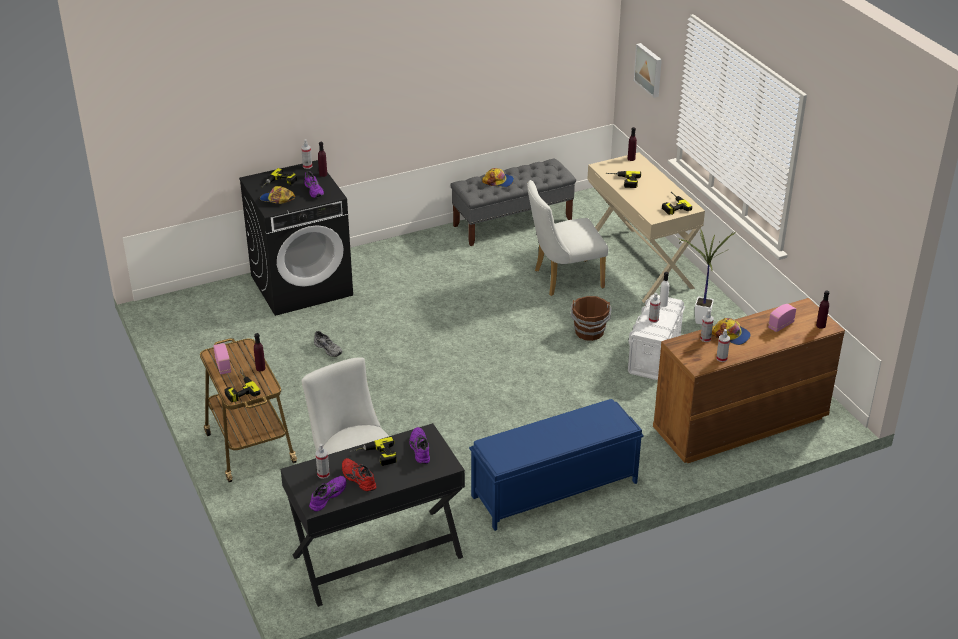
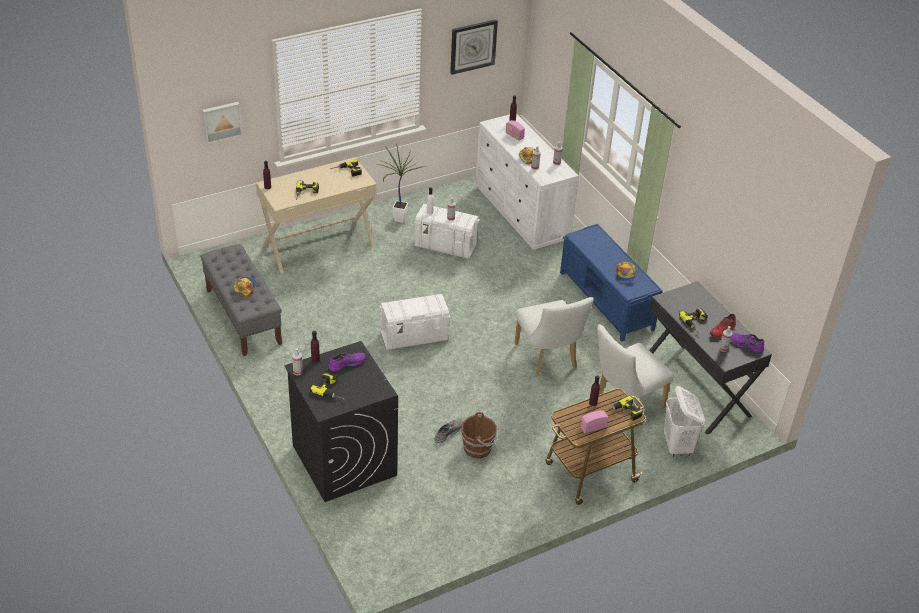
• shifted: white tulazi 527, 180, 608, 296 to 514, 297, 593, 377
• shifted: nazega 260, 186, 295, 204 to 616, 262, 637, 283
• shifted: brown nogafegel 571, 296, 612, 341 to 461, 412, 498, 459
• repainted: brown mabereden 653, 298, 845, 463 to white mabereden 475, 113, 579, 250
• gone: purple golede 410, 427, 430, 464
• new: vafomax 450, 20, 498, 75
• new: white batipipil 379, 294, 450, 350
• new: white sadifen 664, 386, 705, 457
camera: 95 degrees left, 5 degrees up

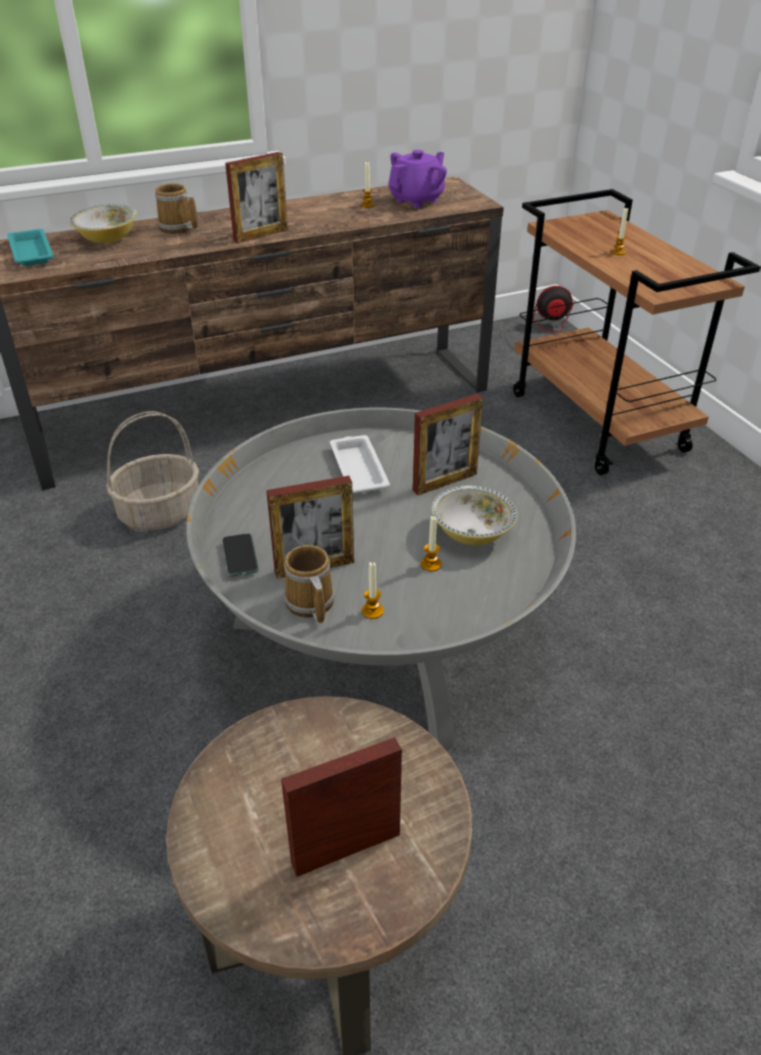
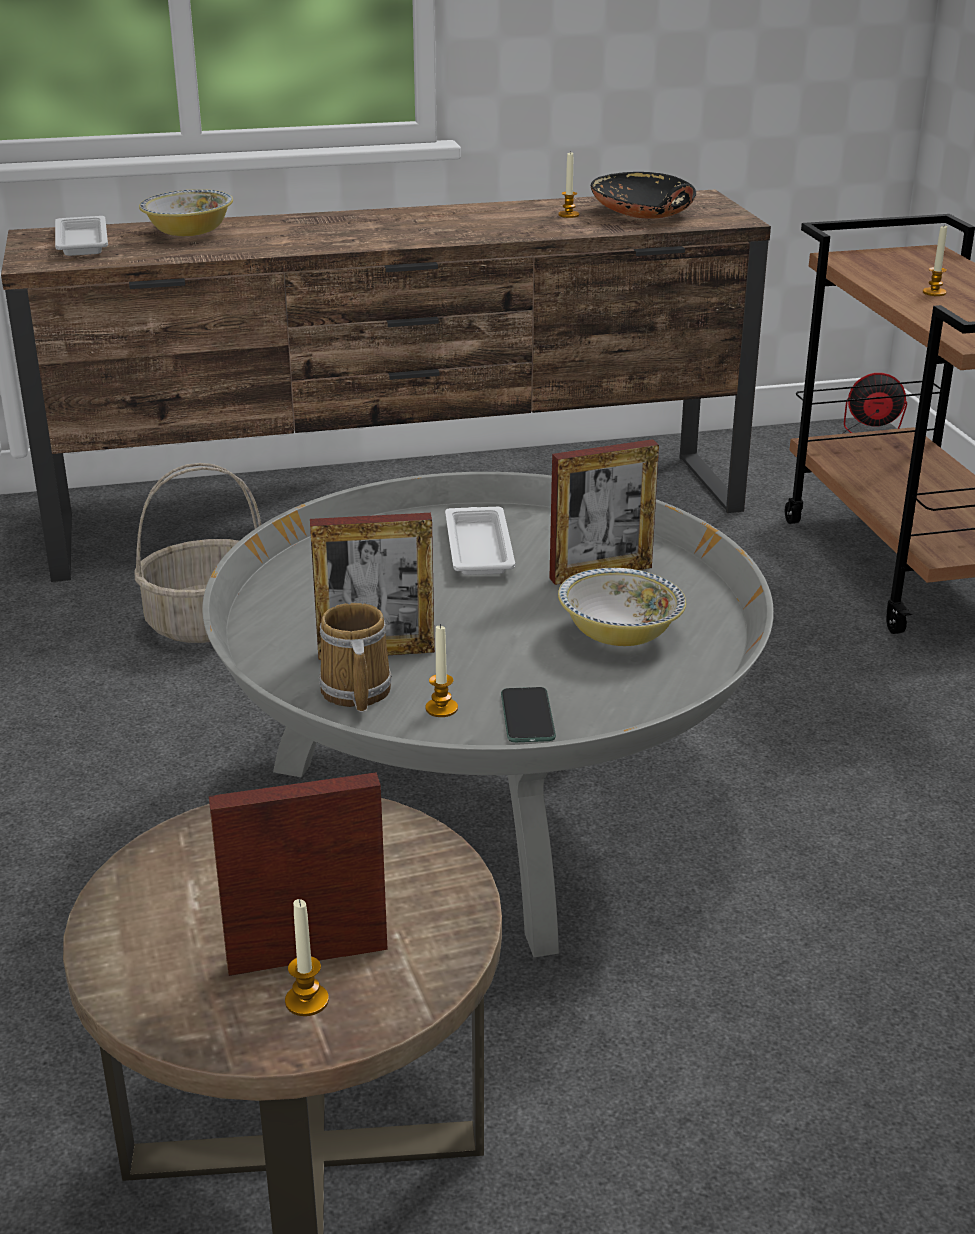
• swapped: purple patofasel 388, 150, 447, 208 to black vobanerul 591, 172, 696, 218
• gone: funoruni 225, 152, 288, 243
• gone: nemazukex 155, 183, 198, 234
• repainted: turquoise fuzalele 7, 229, 54, 266 to white fuzalele 55, 216, 108, 256
• shifted: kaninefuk 421, 516, 442, 571 to 285, 899, 329, 1016
• shifted: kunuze 222, 533, 259, 576 to 501, 687, 556, 742
camera: 10 degrees right, 10 degrees down

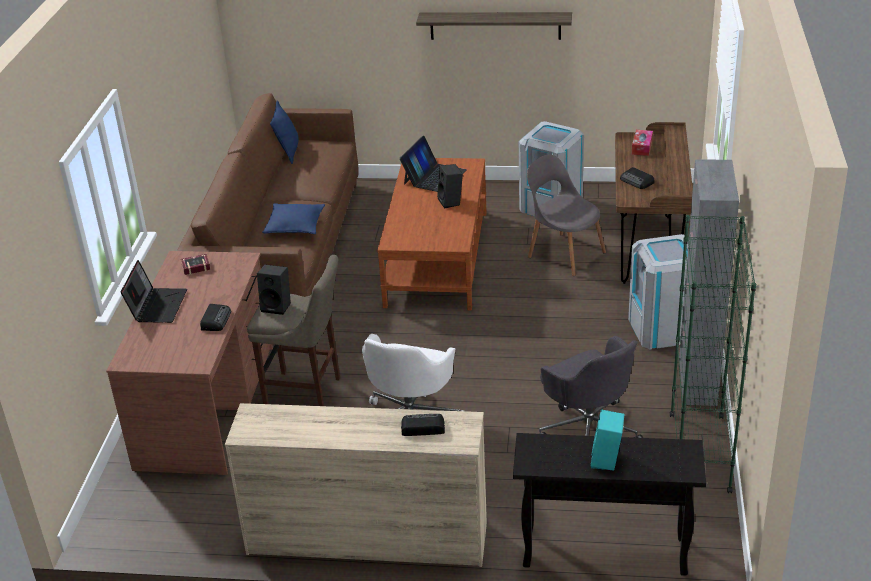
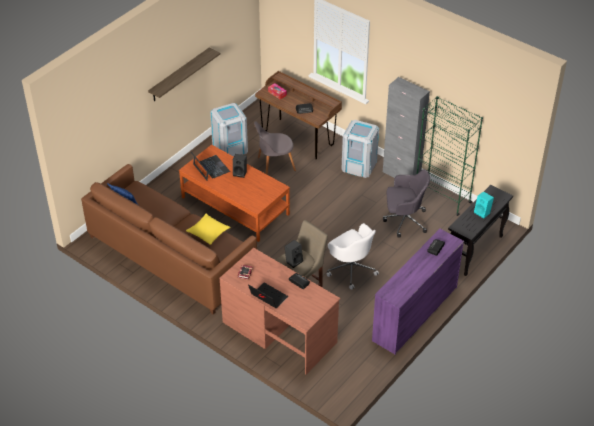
• repainted: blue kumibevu 262, 203, 325, 234 to yellow kumibevu 186, 214, 231, 245
• repainted: beige mabereden 225, 403, 487, 567 to purple mabereden 372, 229, 464, 355
camera: 60 degrees left, 10 degrees up

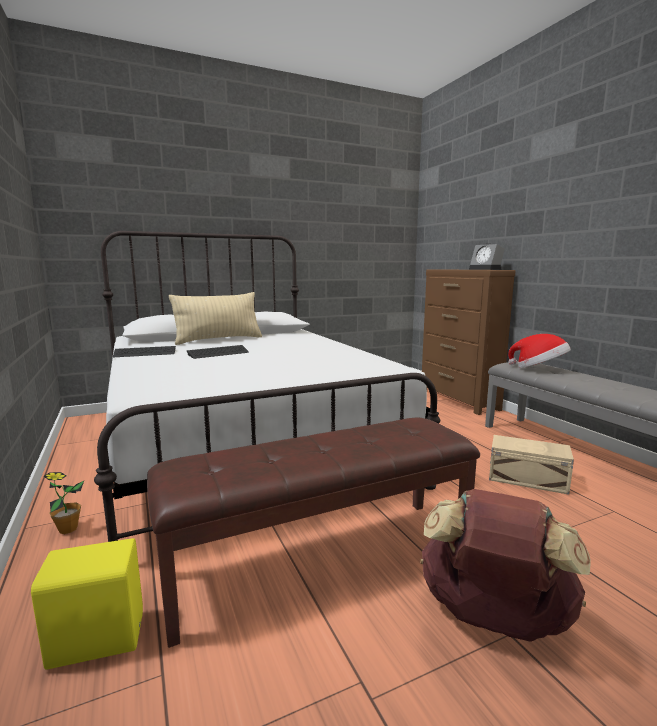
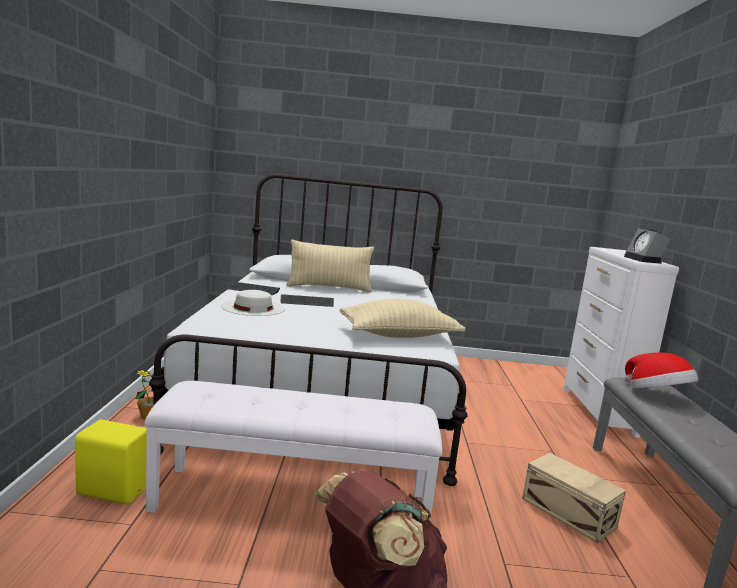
• repainted: brown mabereden 422, 270, 516, 415 to white mabereden 563, 247, 679, 438
• repainted: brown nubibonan 147, 417, 480, 648 to white nubibonan 144, 381, 442, 520
• new: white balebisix 222, 290, 285, 316
• new: beige kumibevu 339, 299, 465, 338
camera: 25 degrees right, 0 degrees up

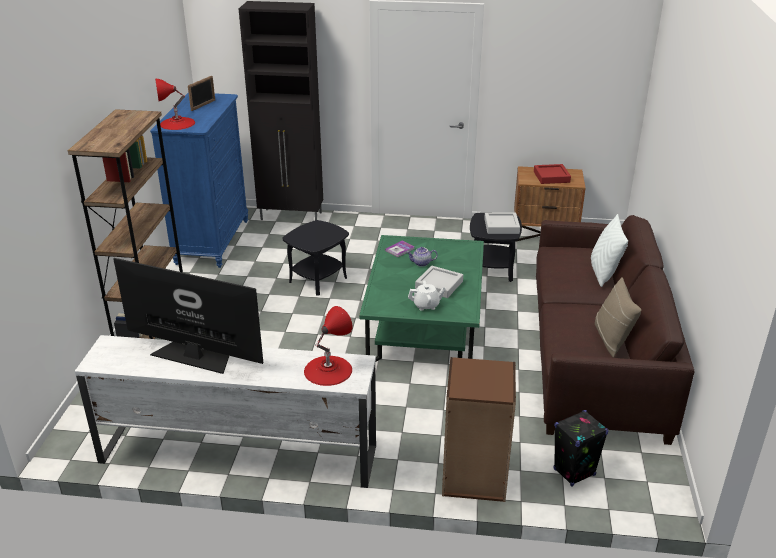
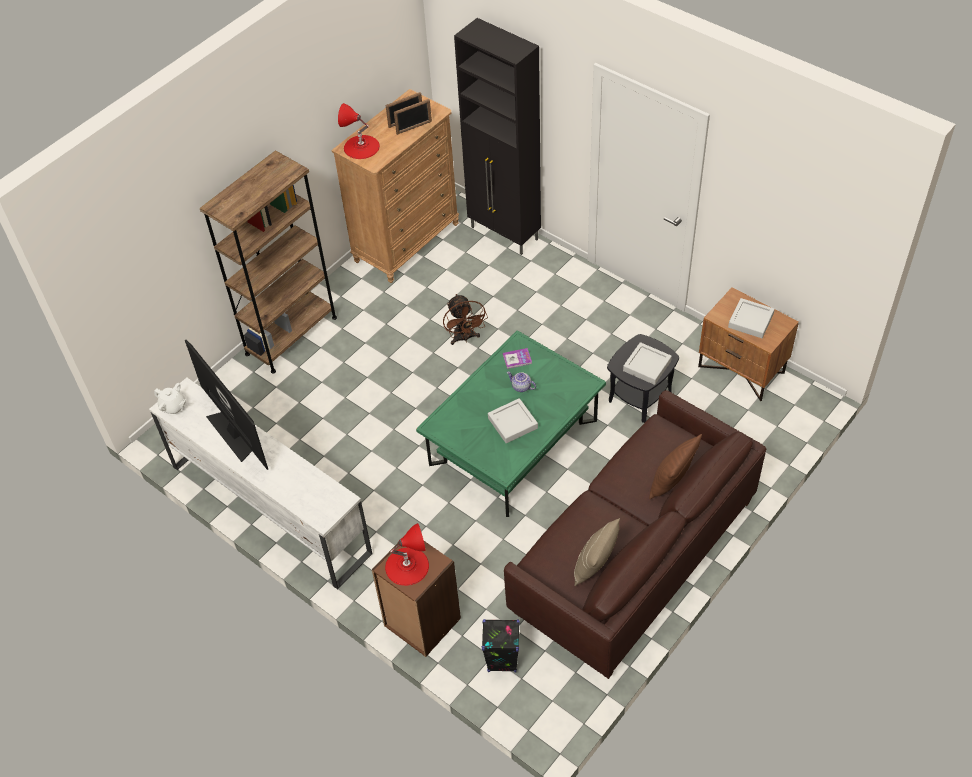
• repainted: blue mabereden 150, 93, 248, 268 to brown mabereden 331, 89, 459, 283
• repainted: red fuzalele 534, 164, 571, 184 to grey fuzalele 728, 298, 775, 338
• repainted: white kumibevu 591, 214, 628, 287 to brown kumibevu 649, 434, 702, 499
• swapped: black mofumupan 283, 220, 349, 296 to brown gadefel 443, 294, 488, 345
• shifted: white patofasel 408, 280, 446, 311 to 154, 383, 186, 415
• shifted: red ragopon 304, 306, 353, 386 to 385, 523, 429, 586
• new: funoruni 394, 99, 432, 135
camera: 35 degrees right, 20 degrees up

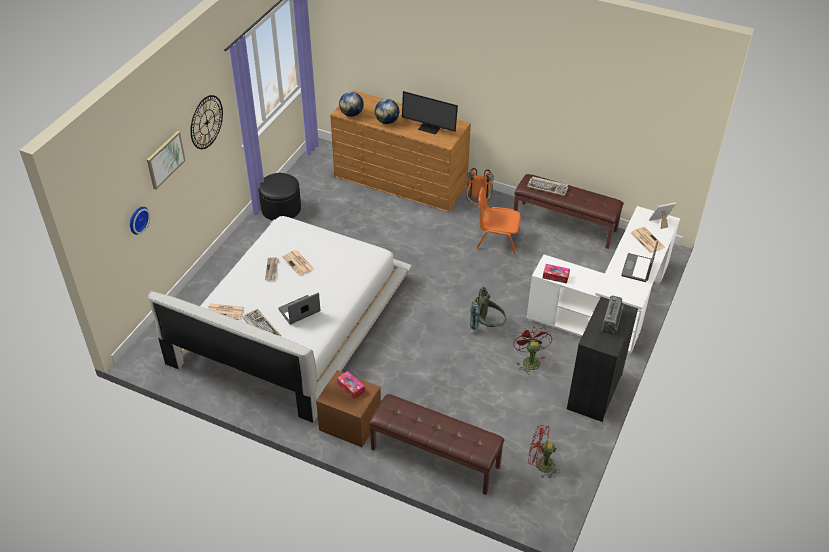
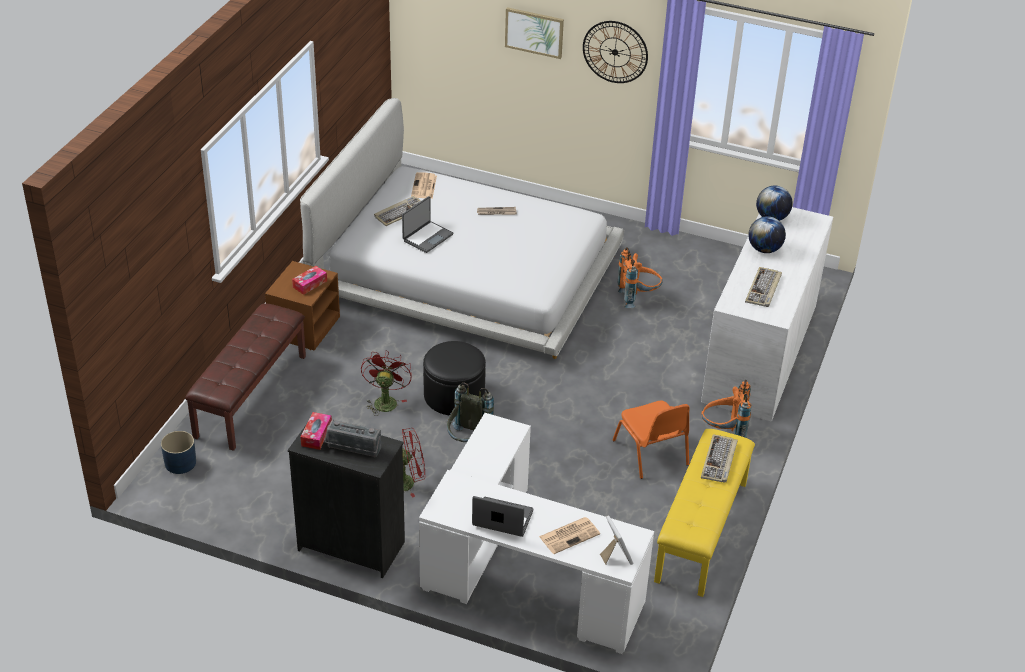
• repainted: brown mabereden 330, 90, 471, 212 to white mabereden 701, 207, 833, 422
• swapped: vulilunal 402, 91, 458, 135 to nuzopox 745, 267, 782, 307
• shifted: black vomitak 258, 173, 301, 220 to 423, 341, 486, 416
• repainted: brown nubibonan 513, 174, 624, 249 to yellow nubibonan 654, 429, 755, 597
• rotated: orange tulazi 476, 187, 521, 255 = 612, 401, 690, 479 150 degrees clockwise
• gone: vafomax 130, 207, 150, 235
• gone: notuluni 282, 250, 314, 276
• shifted: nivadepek 543, 264, 570, 284 to 300, 412, 332, 450
• rotated: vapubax 278, 293, 320, 325 = 402, 196, 453, 253 75 degrees clockwise
• shifted: red gadefel 528, 425, 558, 478 to 361, 350, 412, 416
• new: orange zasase 618, 248, 663, 308
• new: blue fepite 161, 431, 196, 474
camera: 85 degrees right, 5 degrees down

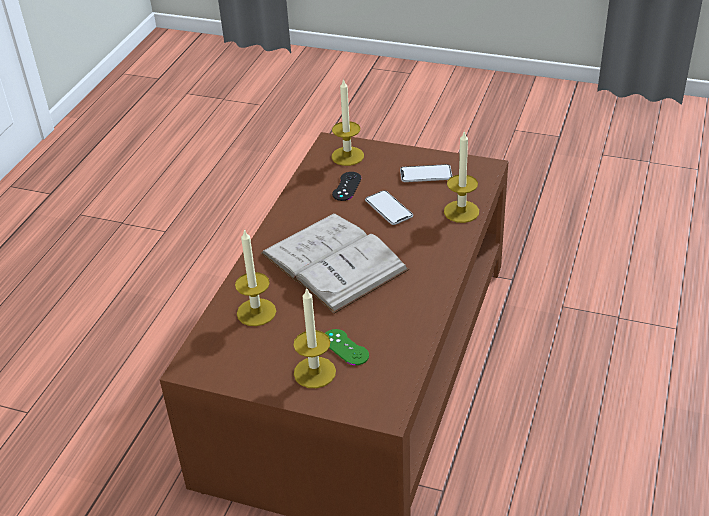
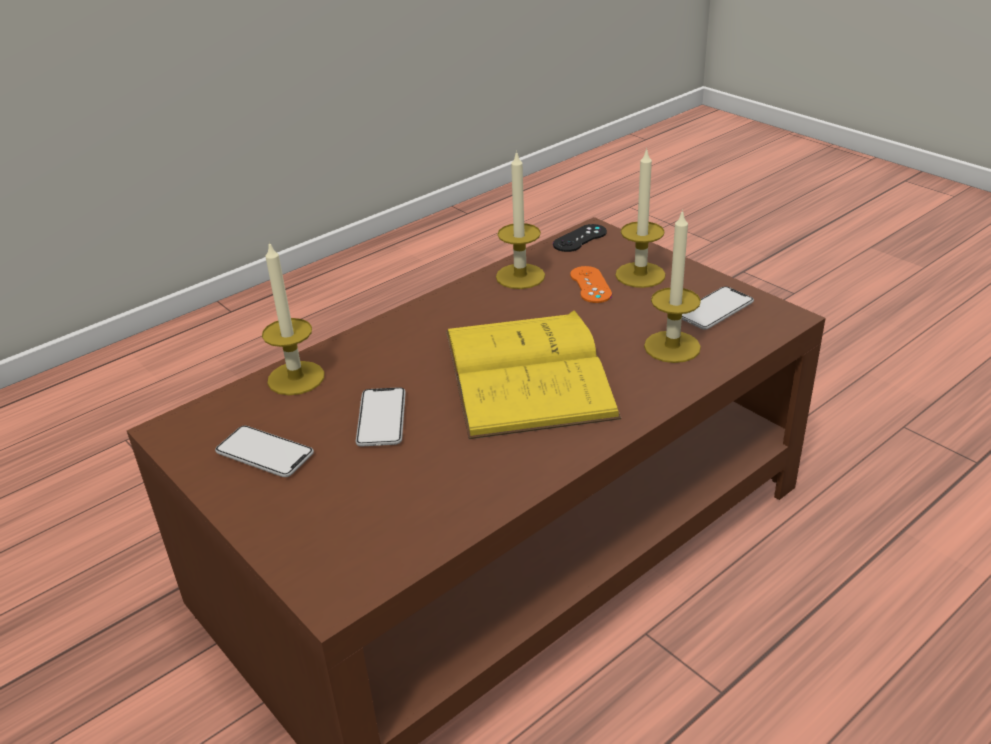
• shifted: kaninefuk 331, 78, 364, 166 to 496, 150, 545, 289
• shifted: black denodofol 332, 172, 361, 201 to 553, 224, 607, 252
• repainted: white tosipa 261, 213, 409, 314 to yellow tosipa 446, 310, 621, 439
• repainted: green denodofol 325, 329, 369, 365 to orange denodofol 570, 266, 612, 303
• new: kunuze 682, 286, 754, 330
camera: 150 degrees left, 5 degrees down

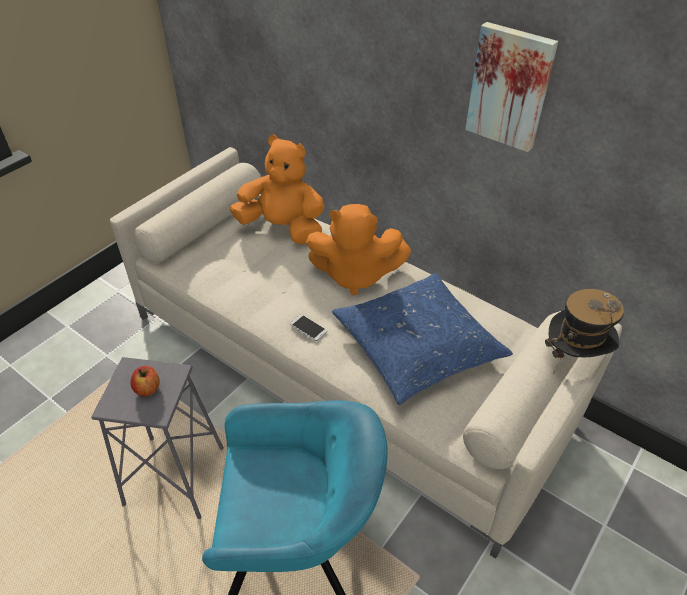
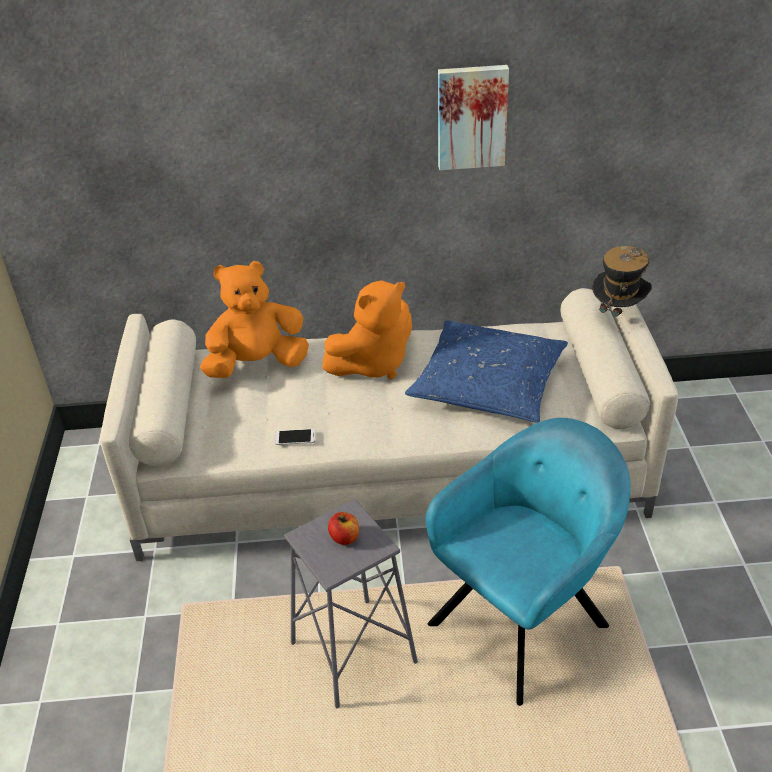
• shifted: kunuze 290, 314, 328, 341 to 275, 429, 315, 445
camera: 40 degrees left, 5 degrees down

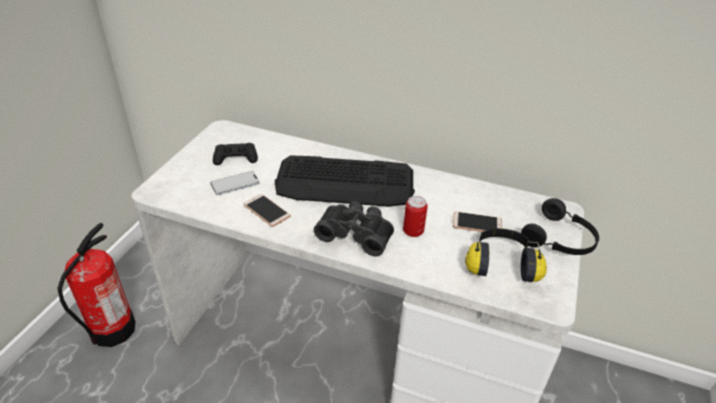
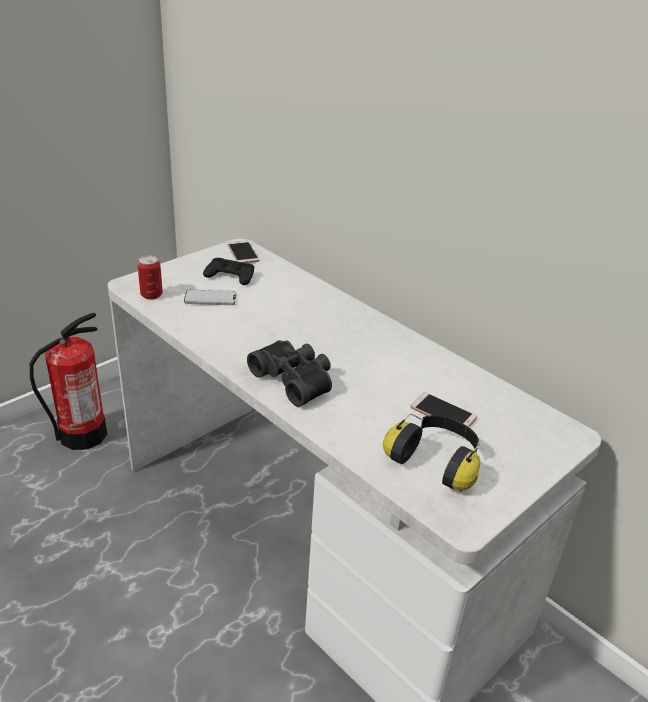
• gone: nuzopox 274, 155, 415, 207
• shifted: kunuze 244, 194, 291, 227 to 227, 241, 260, 263
• shifted: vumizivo 403, 196, 428, 237 to 138, 256, 163, 300
• gone: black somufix 521, 198, 599, 255
camera: 25 degrees right, 5 degrees down

